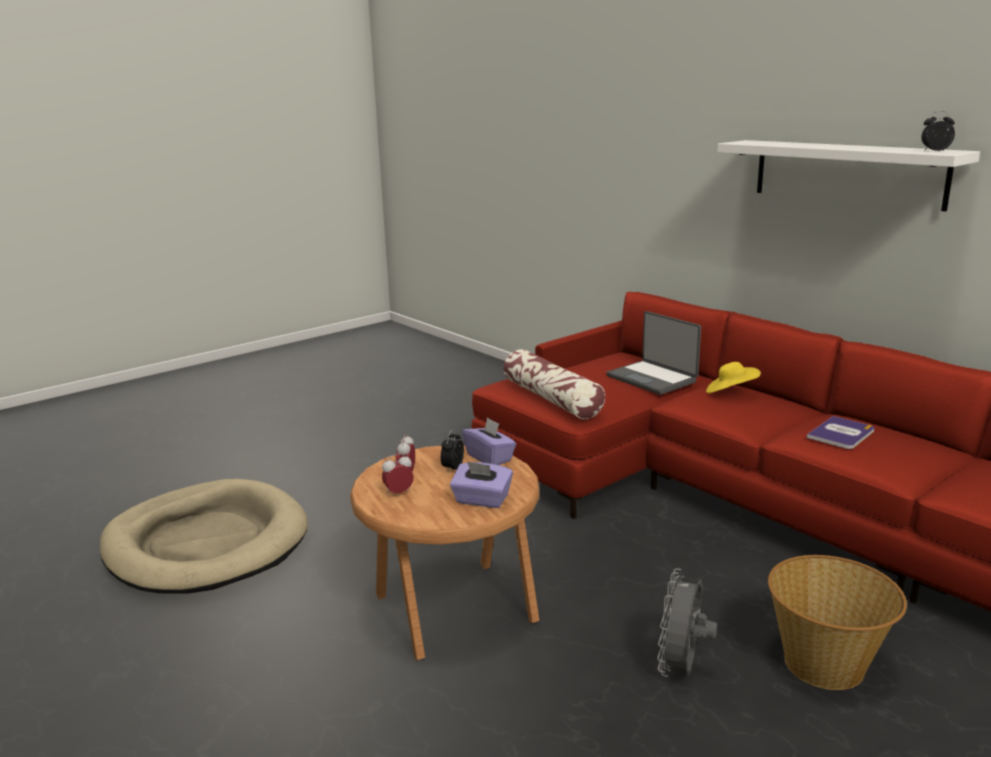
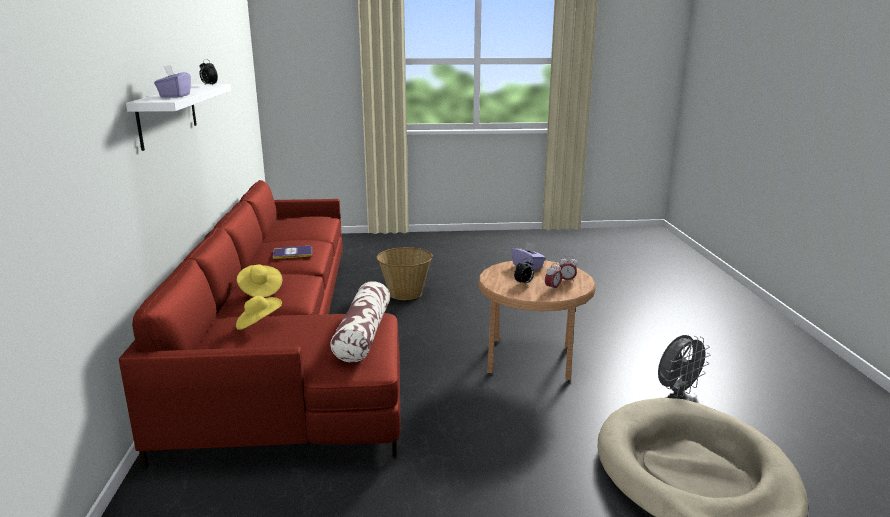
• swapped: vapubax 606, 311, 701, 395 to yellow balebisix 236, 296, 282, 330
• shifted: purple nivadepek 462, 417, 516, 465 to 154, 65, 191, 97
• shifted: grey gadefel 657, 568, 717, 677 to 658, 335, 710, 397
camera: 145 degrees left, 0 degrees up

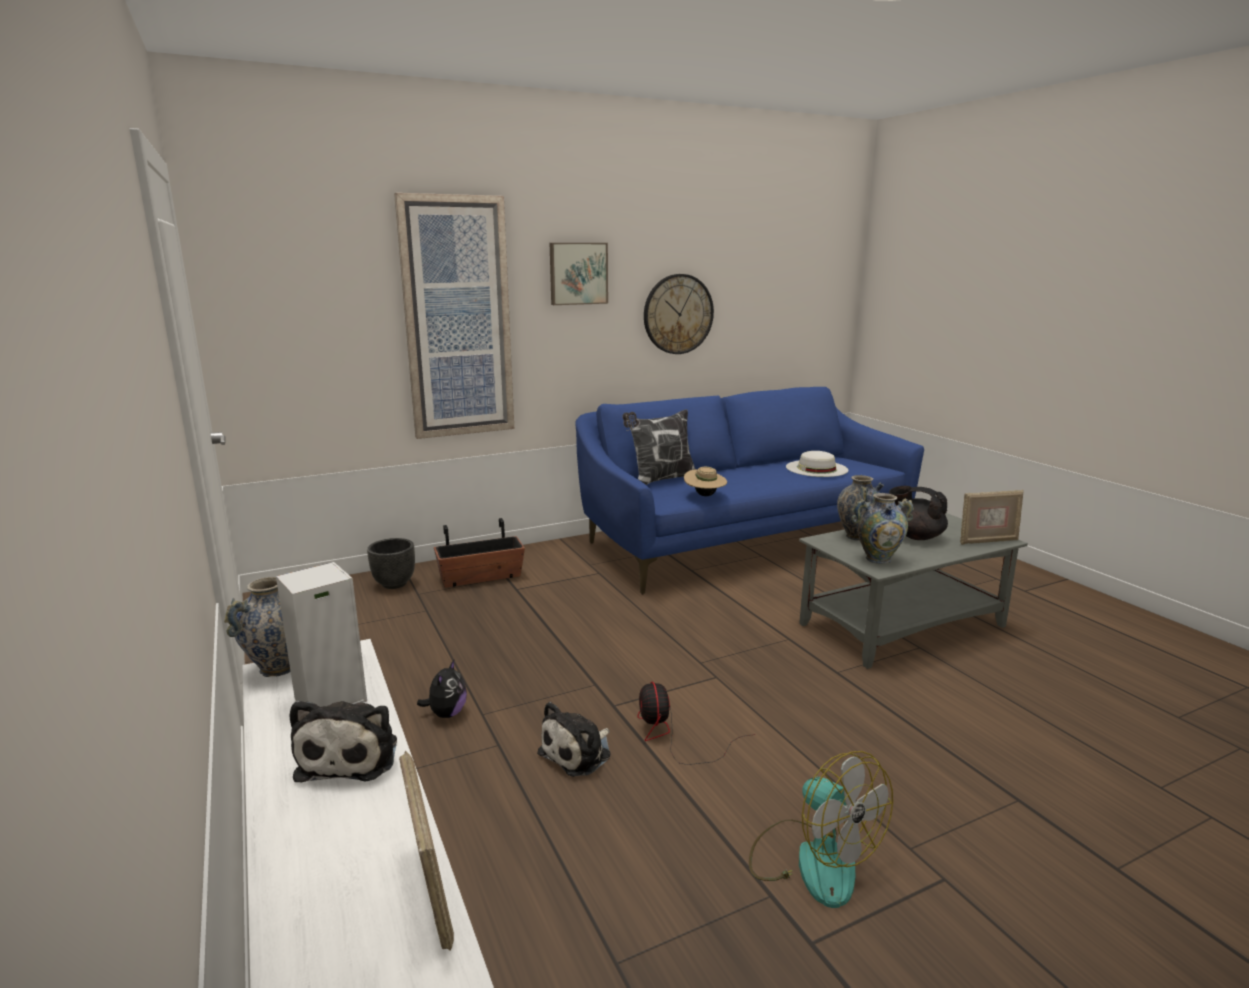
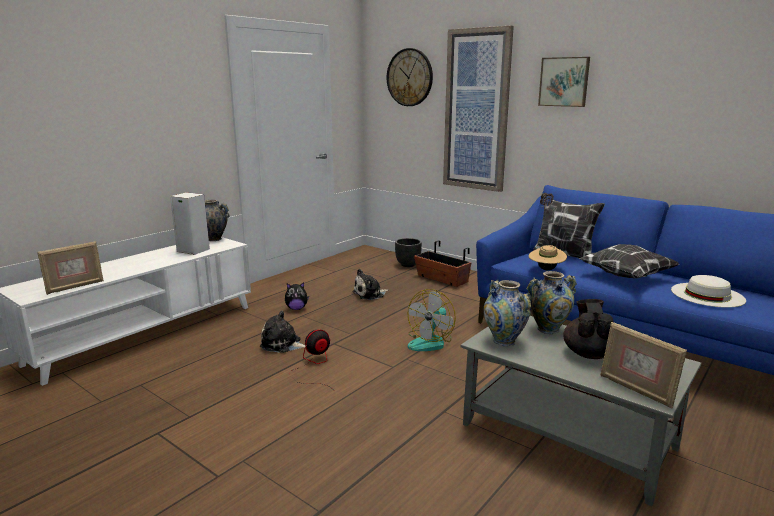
• shifted: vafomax 644, 274, 714, 354 to 387, 48, 433, 106
• shifted: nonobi 289, 700, 397, 782 to 352, 269, 389, 300
• shifted: gadefel 749, 751, 893, 908 to 407, 289, 456, 351
• new: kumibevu 579, 244, 679, 278
camera: 65 degrees right, 0 degrees up

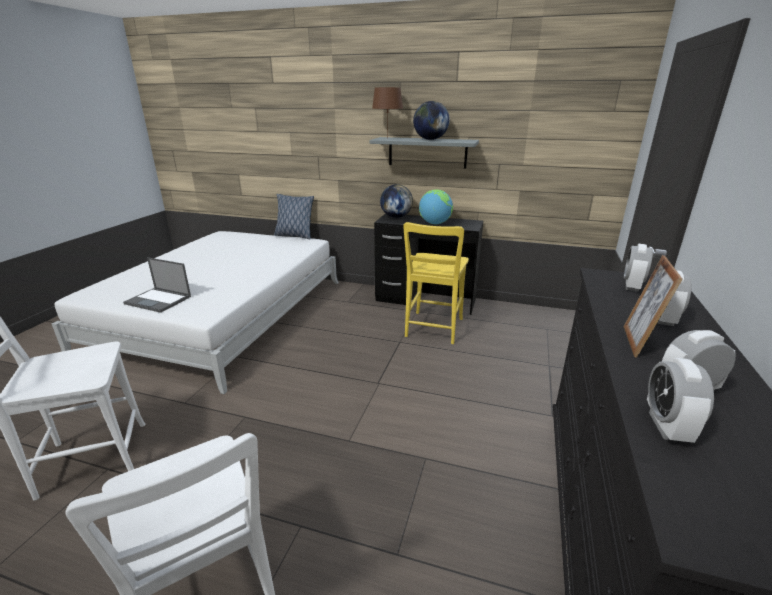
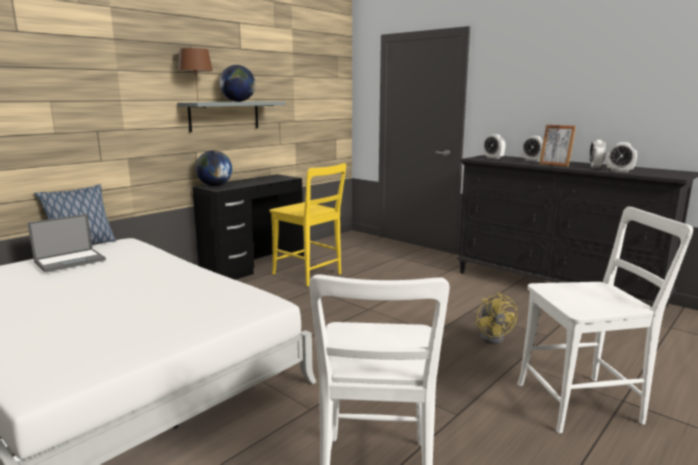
• gone: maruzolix 419, 189, 453, 224
• shifted: vapubax 123, 257, 191, 313 to 27, 214, 106, 273
• new: yellow gadefel 476, 293, 518, 344
camera: 65 degrees left, 10 degrees down

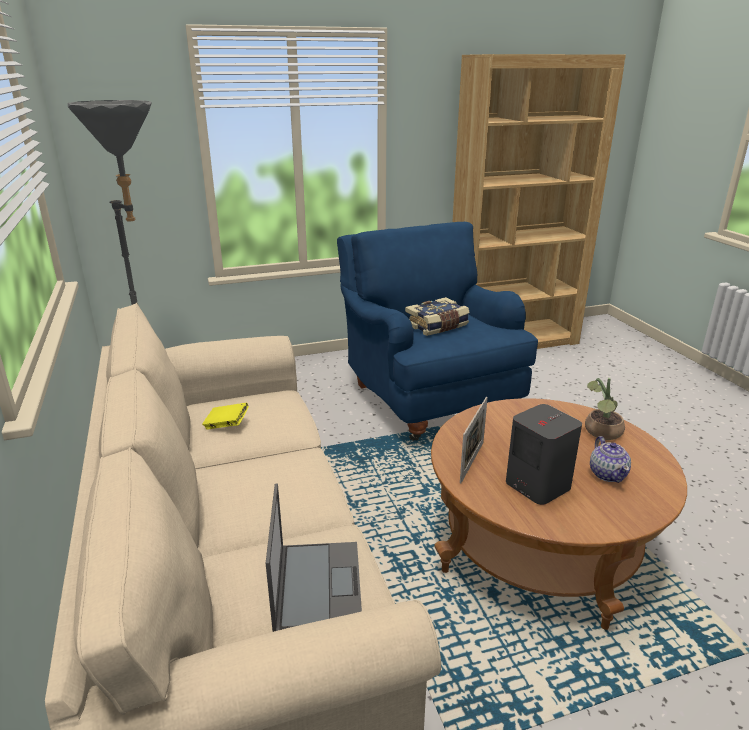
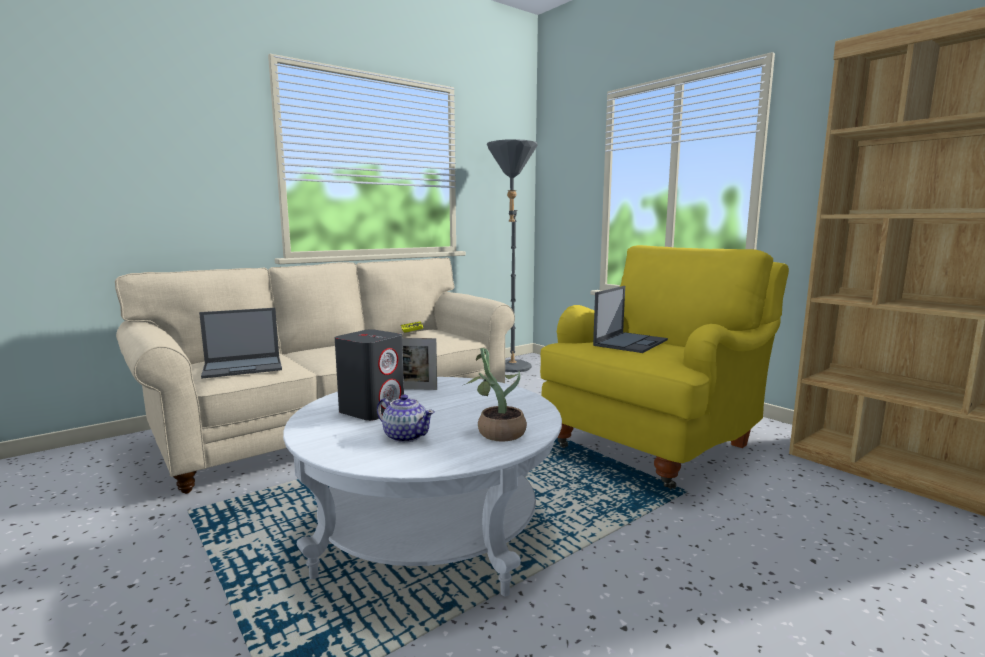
• repainted: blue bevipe 337, 222, 538, 441 to yellow bevipe 540, 245, 789, 490
• swapped: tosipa 405, 297, 470, 336 to vapubax 593, 286, 668, 353
• repainted: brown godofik 431, 398, 687, 630 to white godofik 283, 377, 562, 596
• rotated: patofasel 590, 436, 631, 483 = 377, 394, 435, 443 120 degrees counterclockwise
camera: 70 degrees right, 15 degrees down

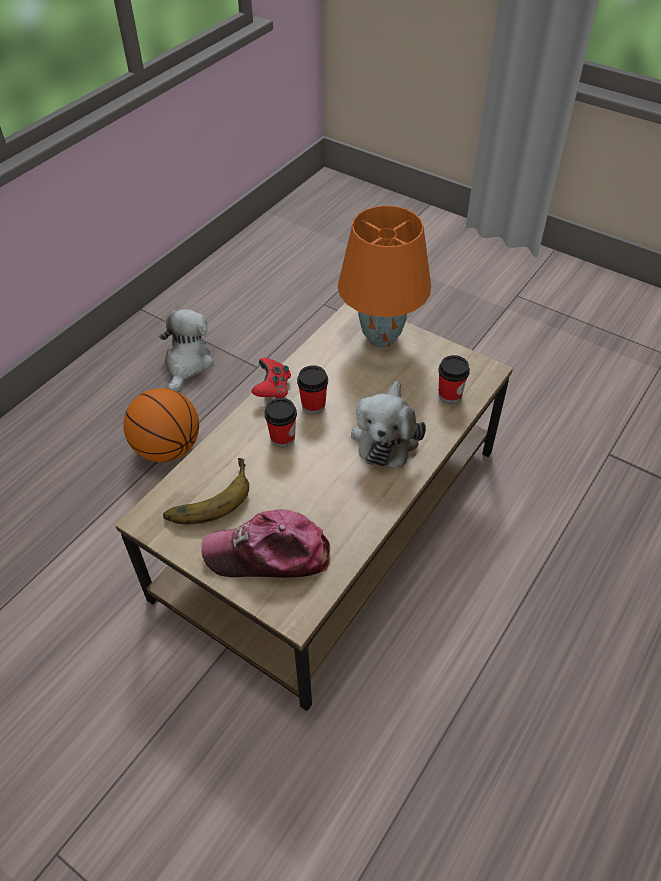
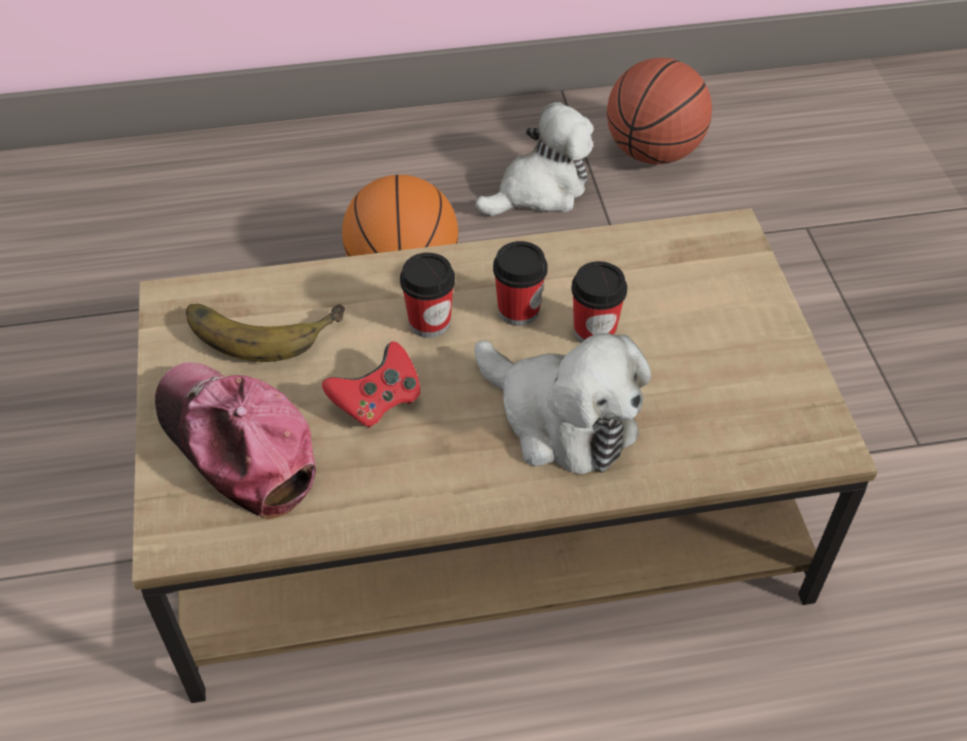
• gone: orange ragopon 337, 205, 431, 347
• shifted: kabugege 438, 355, 470, 403 to 571, 261, 627, 343
• shifted: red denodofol 251, 358, 291, 398 to 322, 341, 421, 428
• rotated: nonobi 351, 380, 426, 468 = 475, 333, 651, 474 105 degrees counterclockwise
• new: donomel 607, 58, 712, 164
camera: 45 degrees right, 0 degrees up

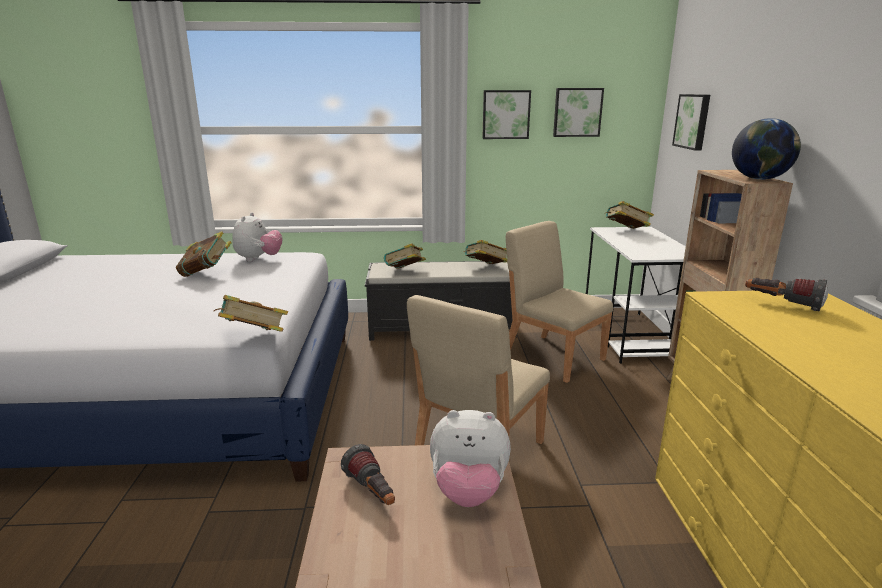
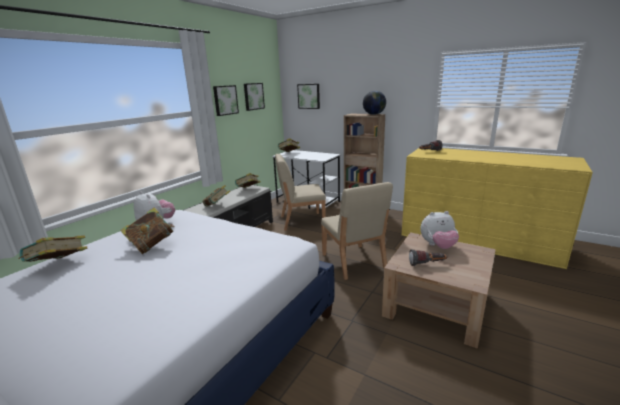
• shifted: tosipa 214, 295, 288, 332 to 19, 235, 88, 262
• rotated: nonobi 430, 410, 511, 507 = 420, 211, 459, 249 45 degrees clockwise
camera: 55 degrees left, 0 degrees up

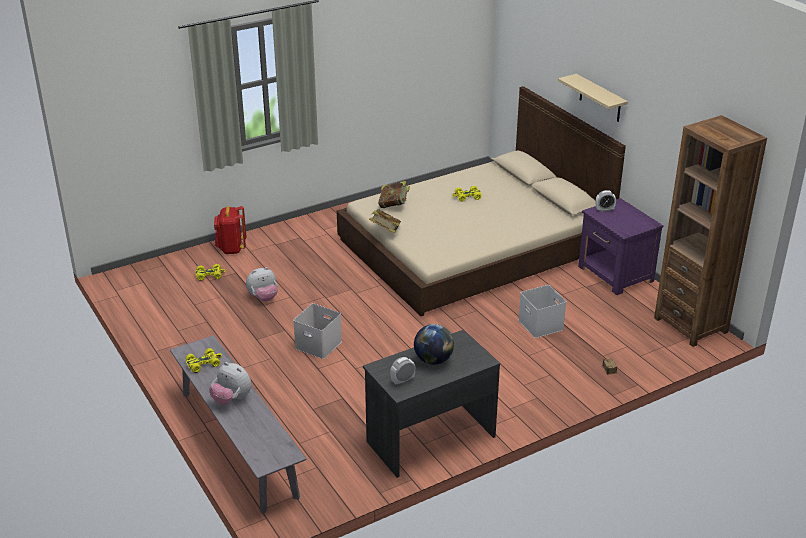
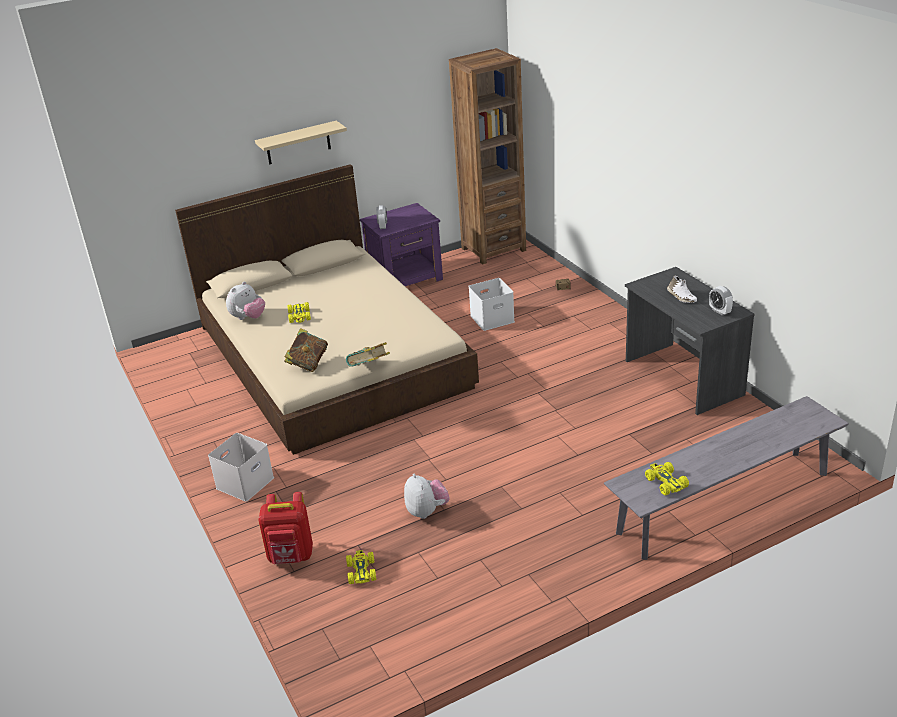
• shifted: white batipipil 293, 303, 342, 359 to 208, 433, 274, 502
• swapped: maruzolix 414, 324, 454, 365 to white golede 667, 275, 697, 303
• shifted: nonobi 209, 362, 251, 405 to 226, 282, 265, 320
camera: 85 degrees left, 0 degrees up

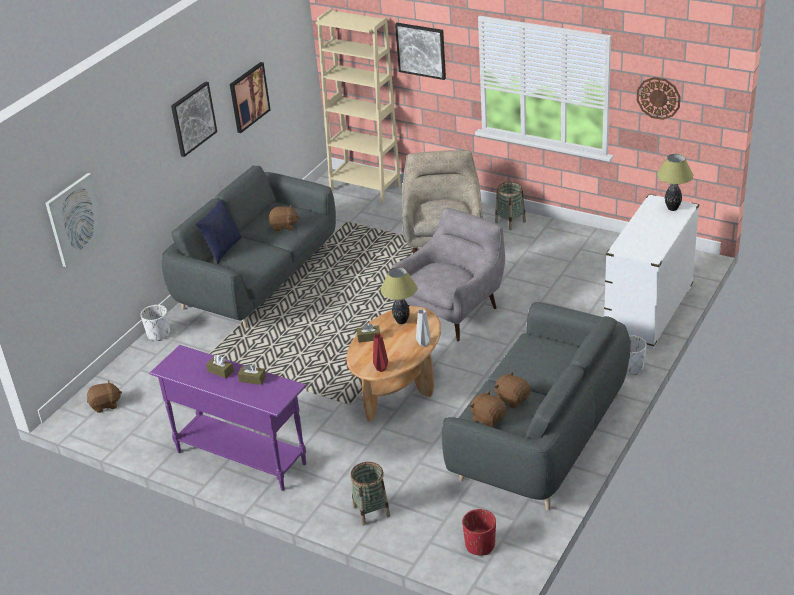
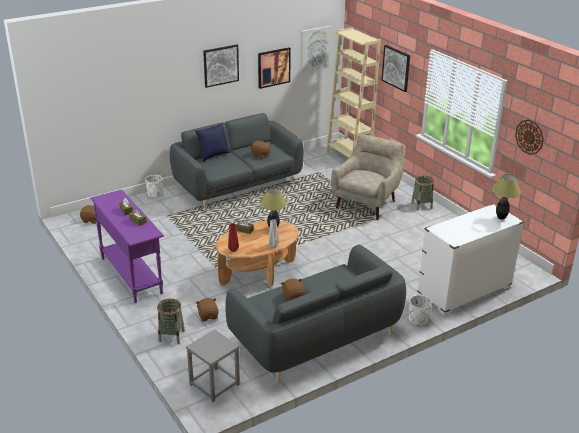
• shifted: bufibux 45, 173, 107, 267 to 300, 26, 332, 72
• gone: grey bevipe 391, 208, 505, 341
• shifted: brown nonobi 470, 391, 507, 427 to 196, 298, 219, 321
• swapped: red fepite 462, 509, 496, 555 to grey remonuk 186, 329, 240, 402
camera: 25 degrees right, 5 degrees down

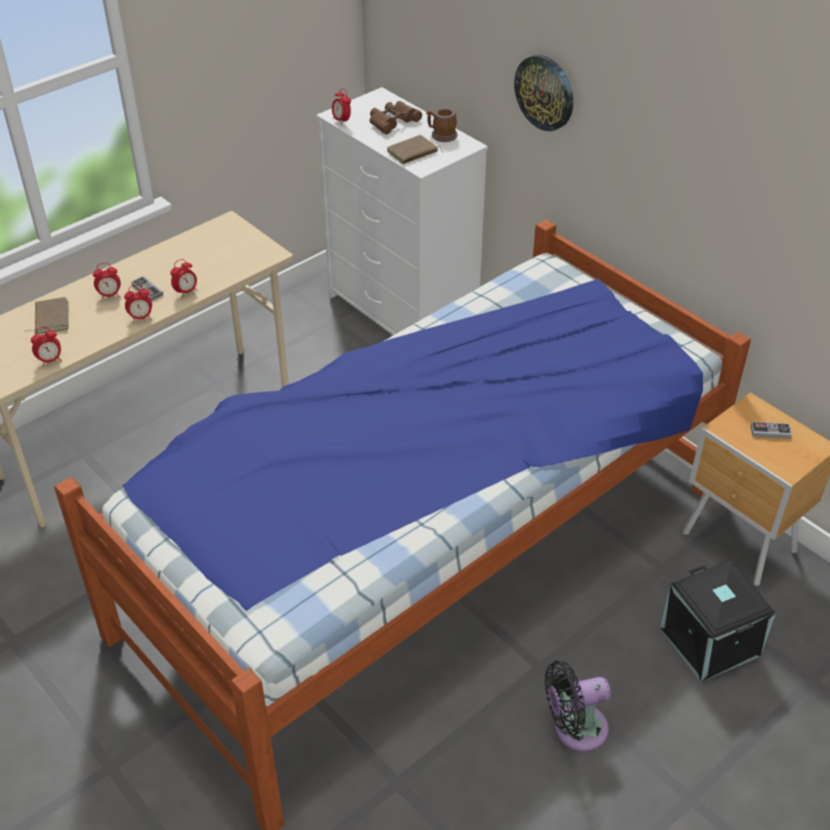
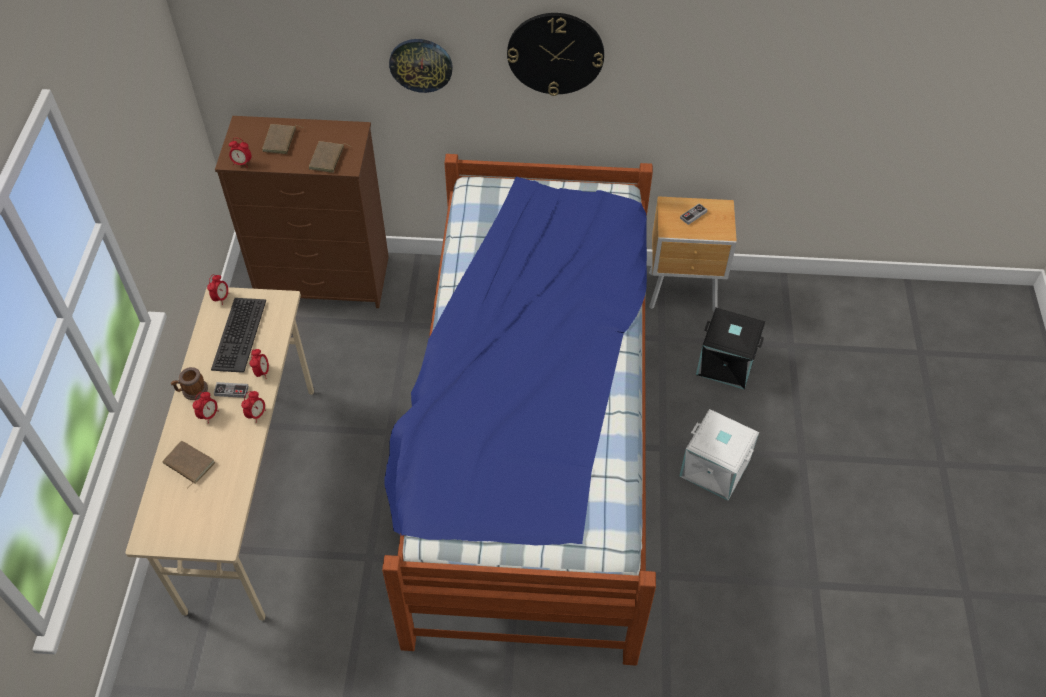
• repainted: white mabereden 316, 87, 488, 335 to brown mabereden 215, 116, 389, 308
• swapped: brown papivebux 370, 101, 422, 134 to brown tosipa 262, 124, 303, 154
• shifted: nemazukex 426, 108, 457, 142 to 171, 367, 208, 400
• shifted: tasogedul 31, 327, 62, 367 to 207, 274, 229, 305
• swapped: black gadefel 545, 661, 611, 752 to white batipipil 679, 409, 759, 500
• new: vafomax 507, 13, 604, 96
• new: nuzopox 211, 298, 266, 373
camera: 45 degrees left, 10 degrees up

